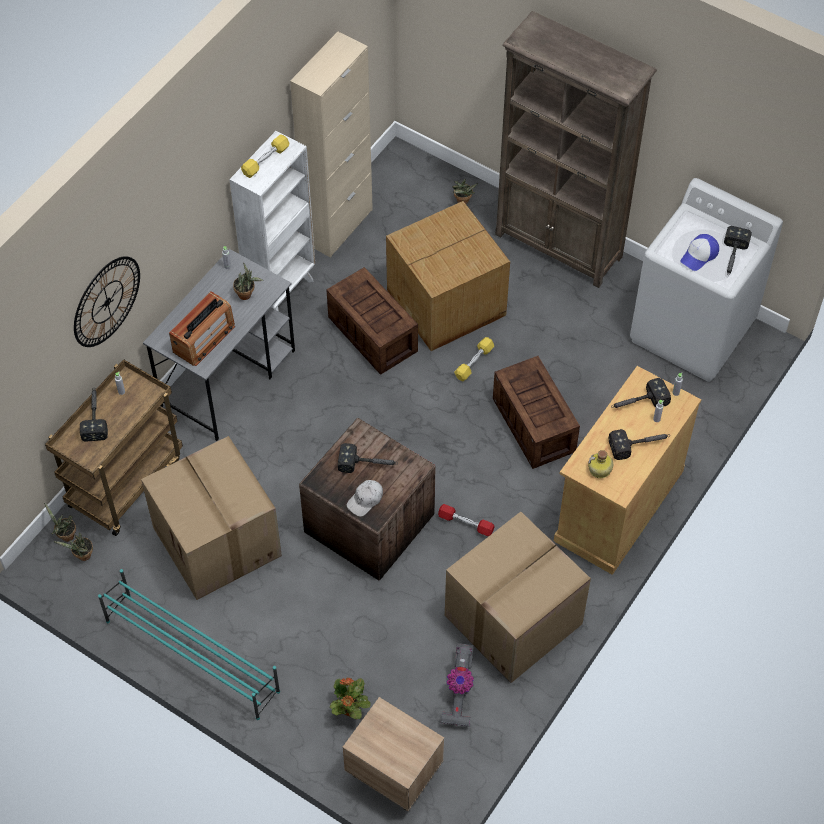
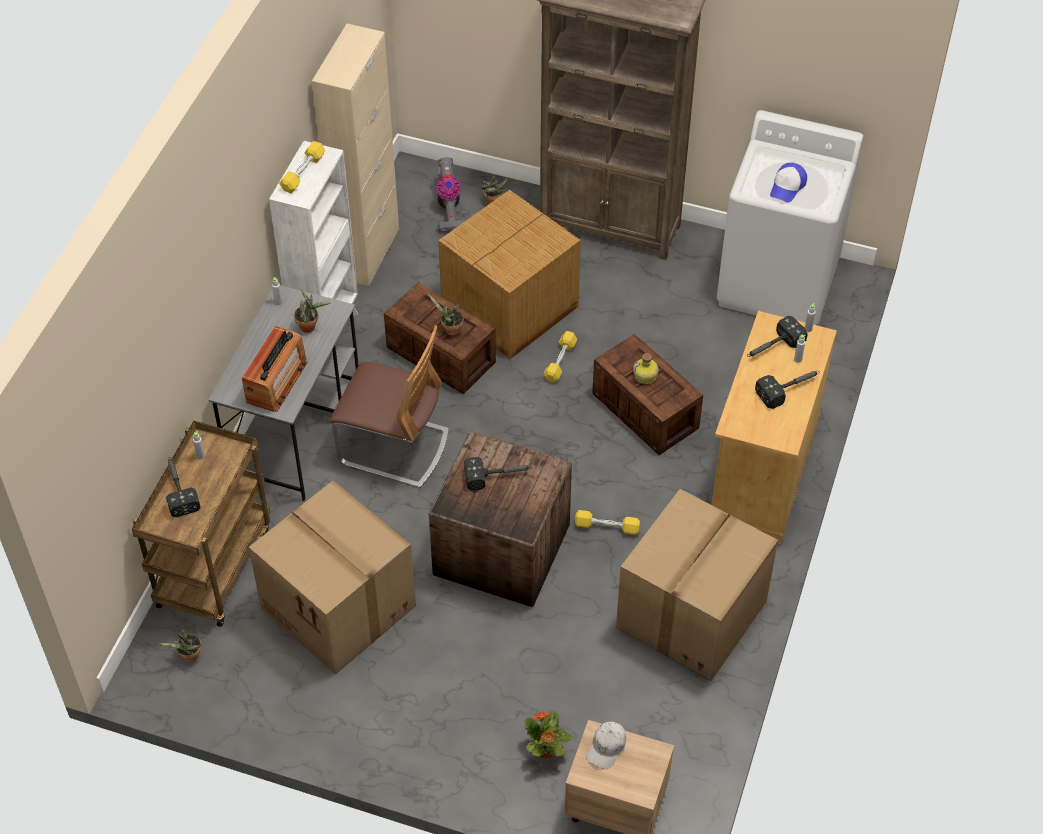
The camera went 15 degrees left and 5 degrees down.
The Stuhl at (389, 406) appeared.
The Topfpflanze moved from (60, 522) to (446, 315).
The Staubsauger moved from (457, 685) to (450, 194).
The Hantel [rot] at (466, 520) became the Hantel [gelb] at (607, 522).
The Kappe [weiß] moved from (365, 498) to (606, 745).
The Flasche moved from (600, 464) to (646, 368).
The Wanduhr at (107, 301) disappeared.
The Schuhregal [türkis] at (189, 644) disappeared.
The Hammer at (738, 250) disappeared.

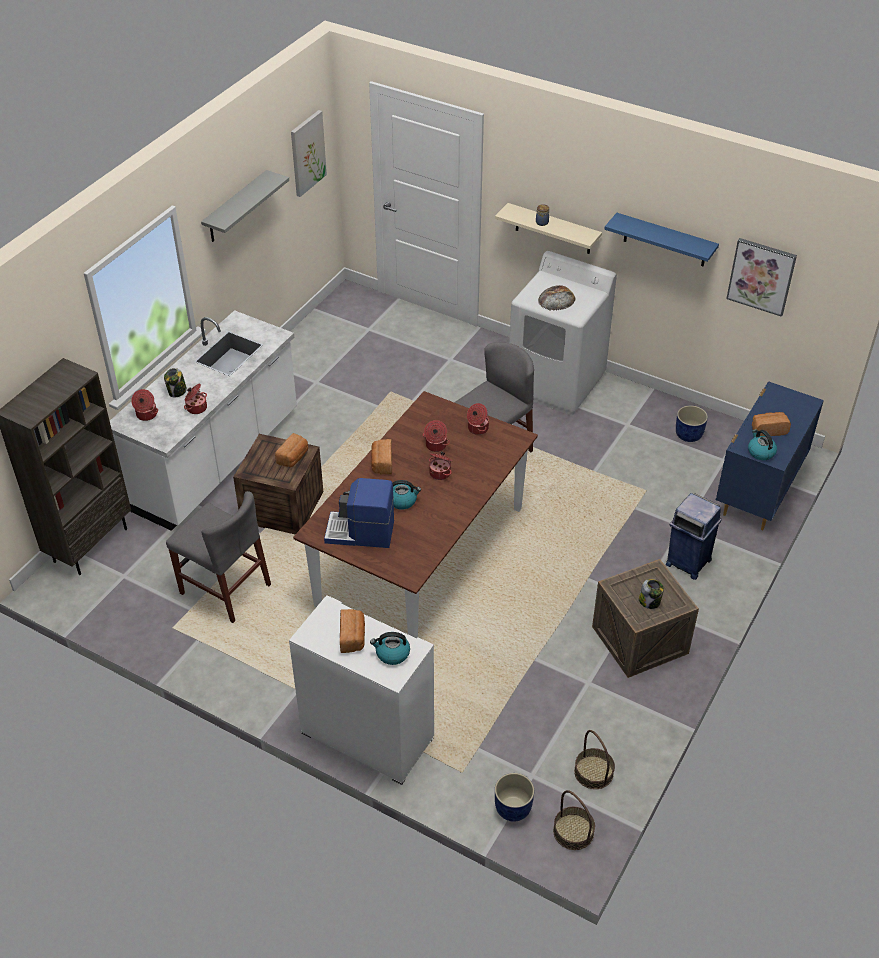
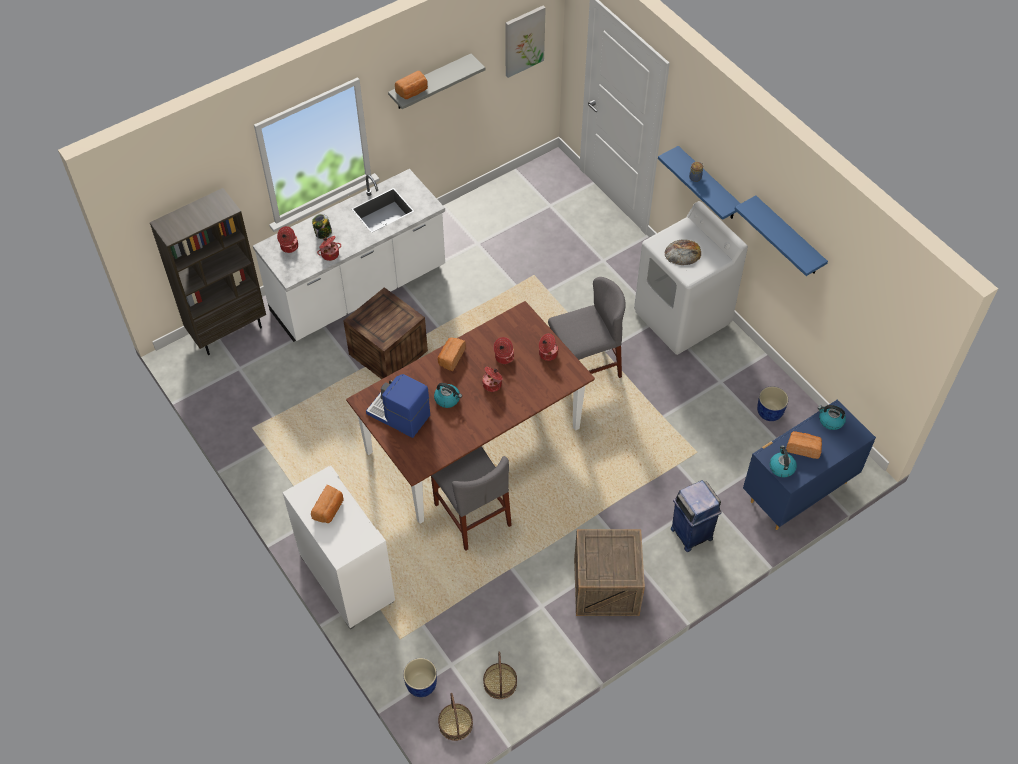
The camera went 25 degrees right and 10 degrees up.
The Brot moved from (291, 450) to (411, 85).
The Stuhl [grau] moved from (218, 557) to (471, 498).
The Wandregal [beige] at (548, 228) became the Wandregal [blau] at (699, 183).
The Wasserkessel moved from (390, 648) to (832, 417).
The Vorratsglas at (651, 594) disappeared.
The Bild at (761, 277) disappeared.

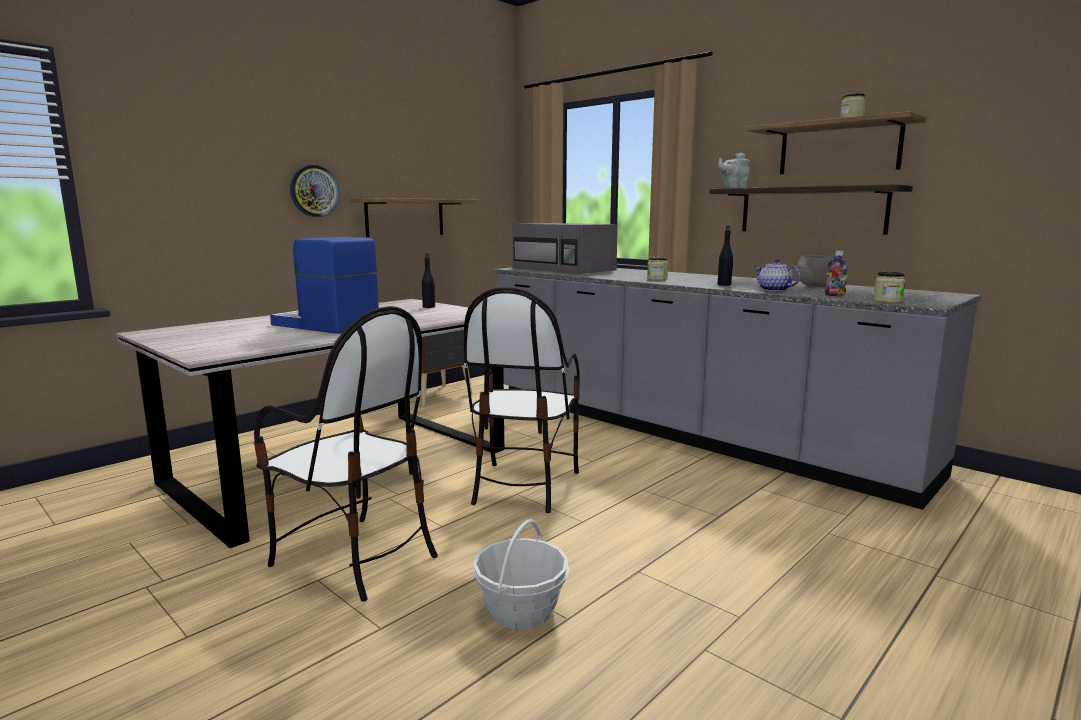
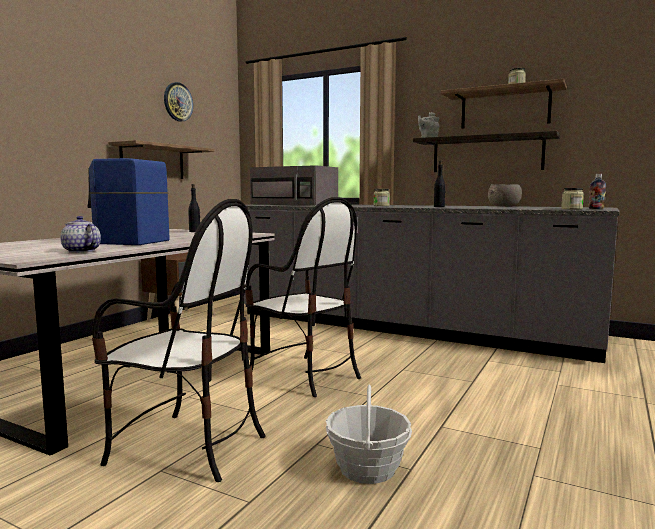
The camera went 15 degrees left and 5 degrees down.
The Teekanne moved from (777, 275) to (81, 234).
The Wanduhr moved from (314, 191) to (178, 102).
The Stuhl at (522, 400) turned 45 degrees counterclockwise.
The Flasche moved from (836, 273) to (597, 191).

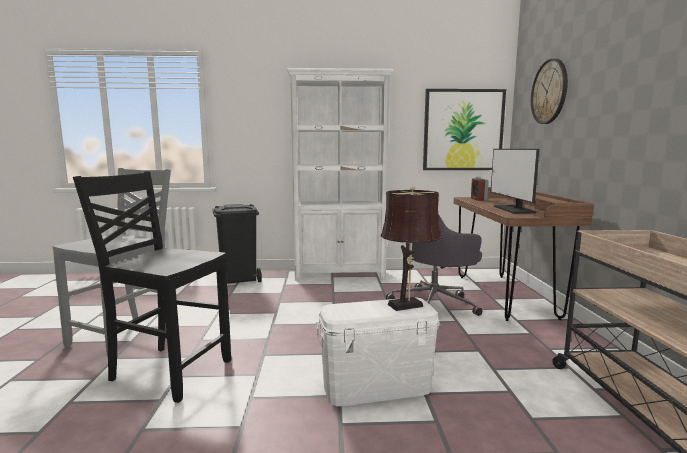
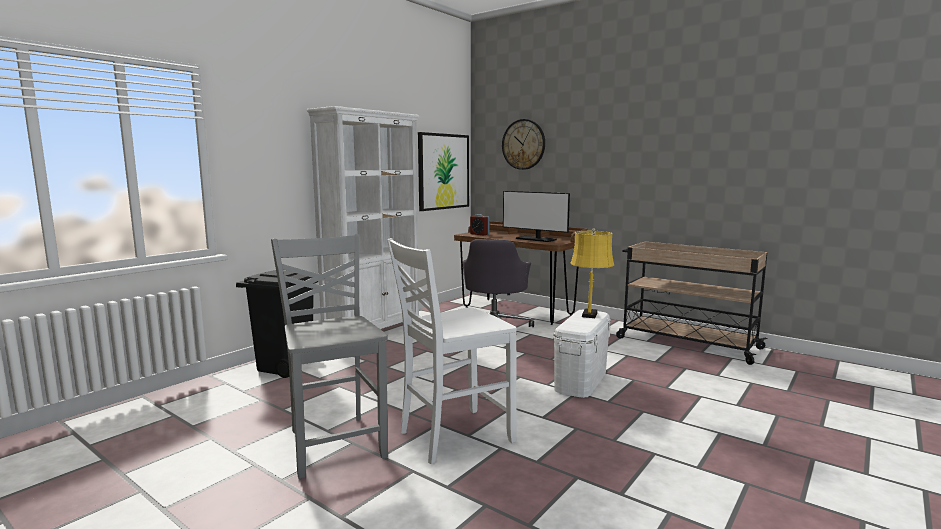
The camera went 50 degrees left and 0 degrees up.
The Stuhl [schwarz] at (152, 287) became the Stuhl [weiß] at (452, 351).
The Tischlampe [braun] at (411, 248) became the Tischlampe [gelb] at (592, 273).

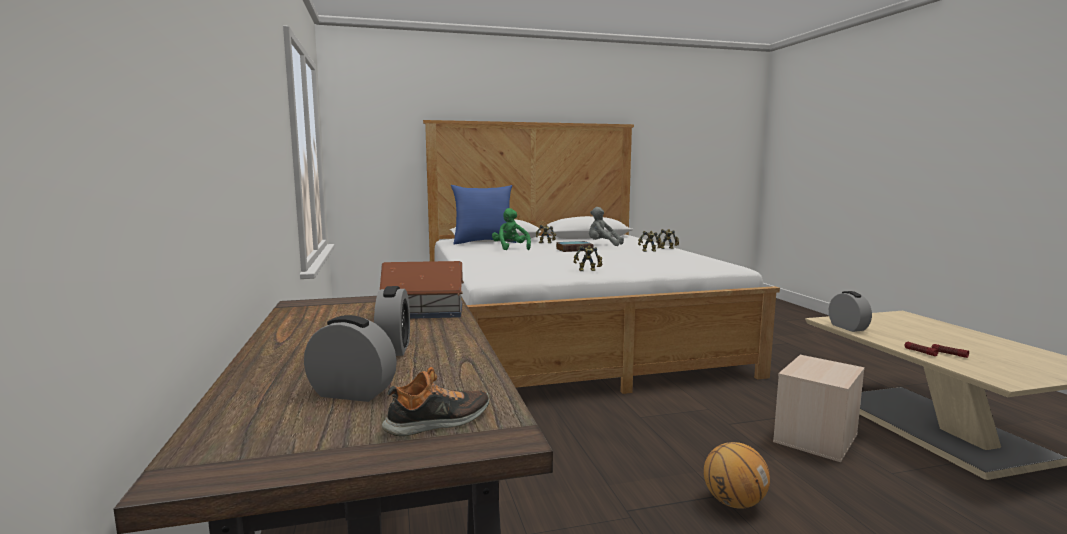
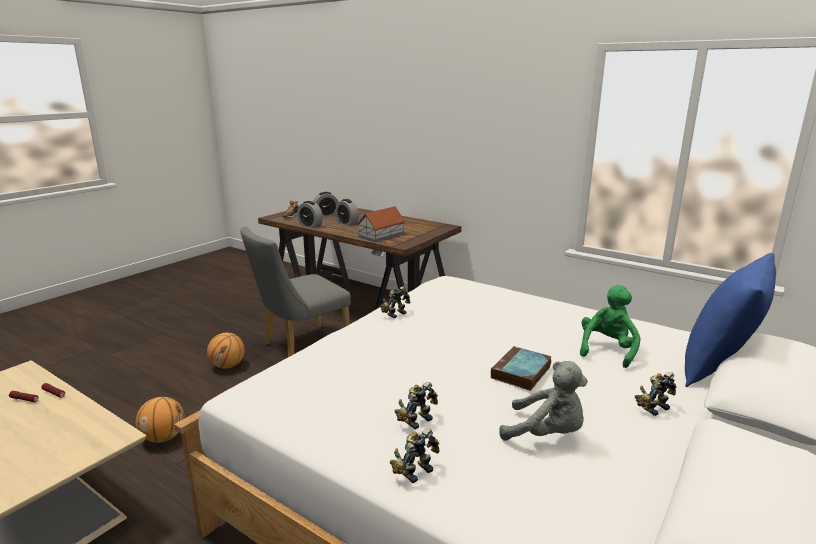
The camera went 140 degrees right and 10 degrees up.
The Aufbewahrungsbox [beige] at (819, 408) was replaced by the Basketball at (160, 420).
The Stuhl [grau] at (295, 291) appeared.
The Wecker moved from (850, 311) to (310, 214).
The Plüschtier [grau] at (606, 226) turned 45 degrees clockwise.
The Plüschtier [grün] at (511, 229) turned 90 degrees counterclockwise.

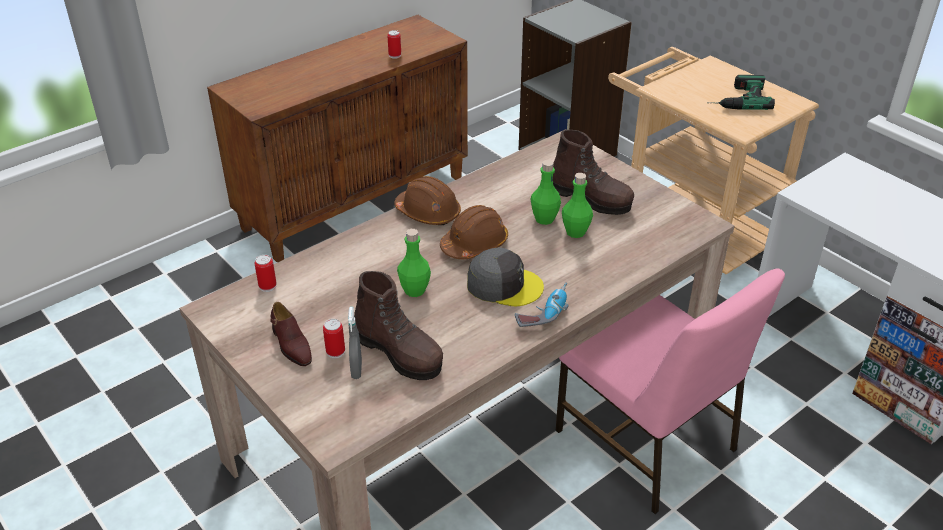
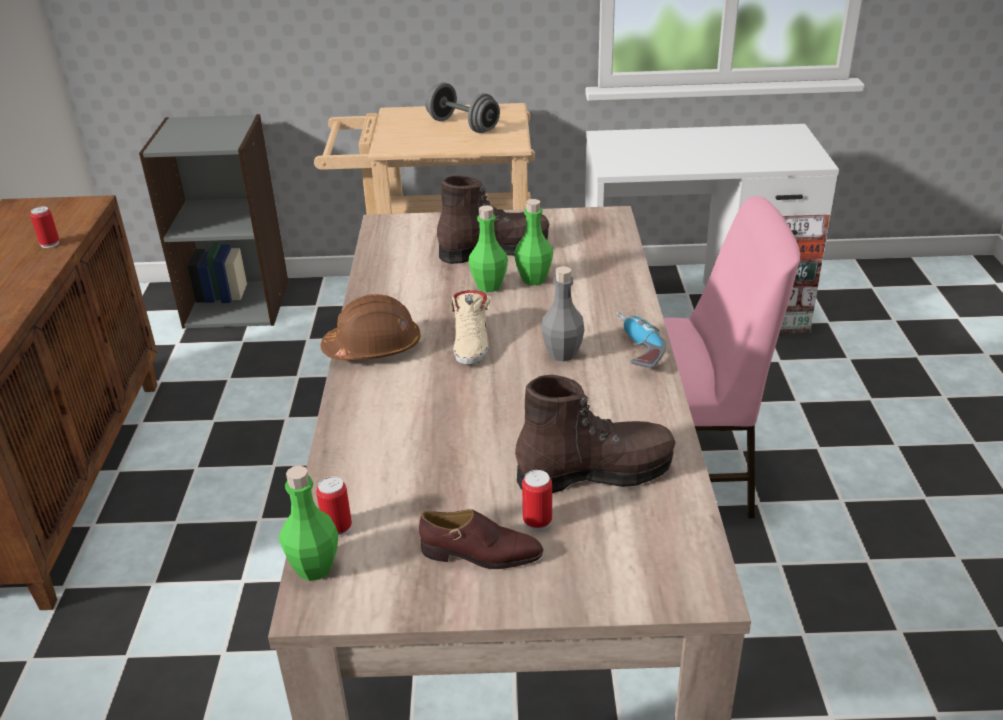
The camera went 50 degrees left and 5 degrees down.
The Flasche [grün] moved from (414, 263) to (308, 523).
The Bohrmaschine at (741, 92) was replaced by the Hantel [grau] at (462, 108).
The Schutzhelm [braun] at (474, 232) was replaced by the Schuh [beige] at (470, 327).
The Kappe [grau] at (505, 276) was replaced by the Flasche [grau] at (563, 314).
The Sprühflasche [grau] at (355, 343) disappeared.

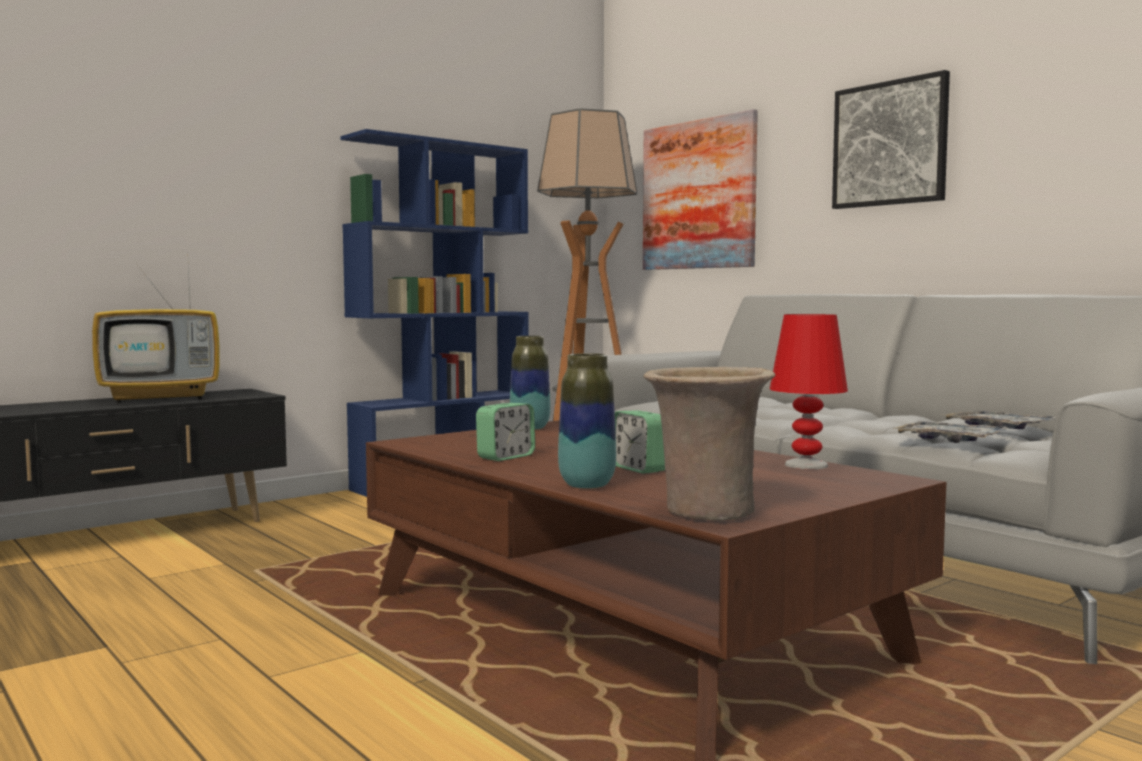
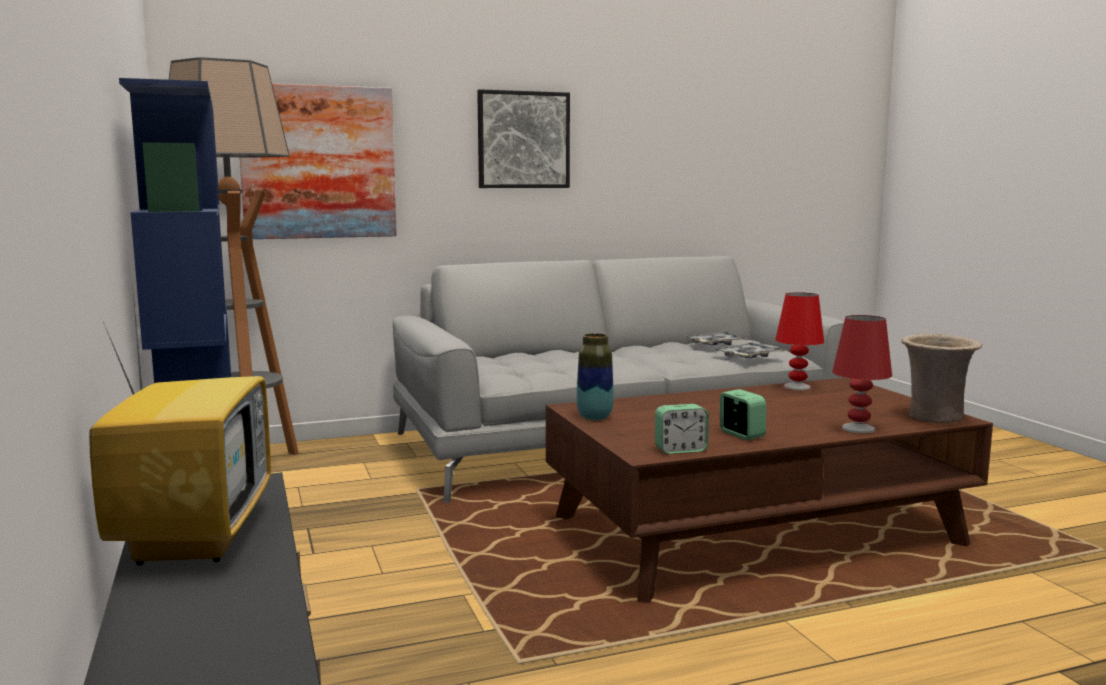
The camera went 70 degrees left and 5 degrees up.
The Wecker moved from (640, 442) to (682, 429).
The Vase at (587, 421) was replaced by the Tischlampe [rot] at (862, 374).

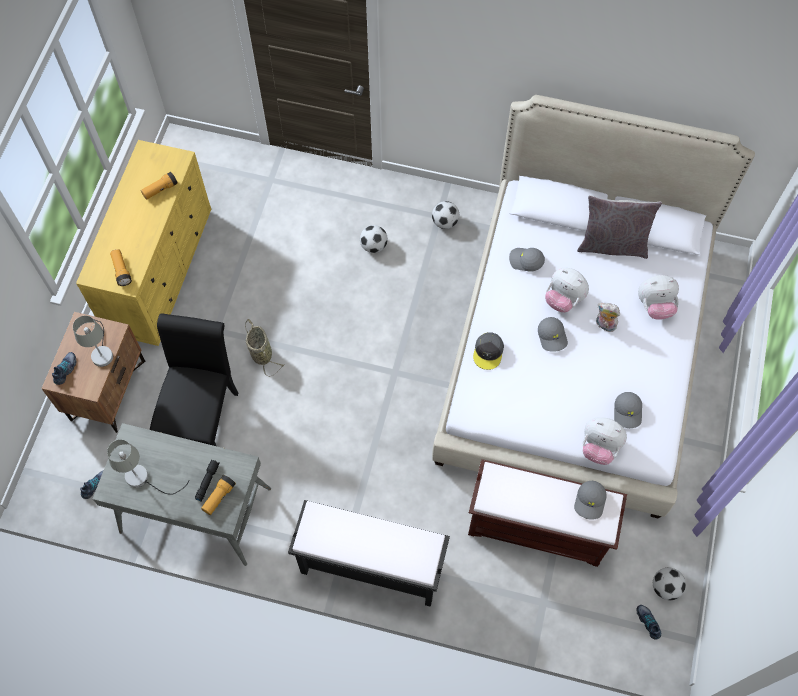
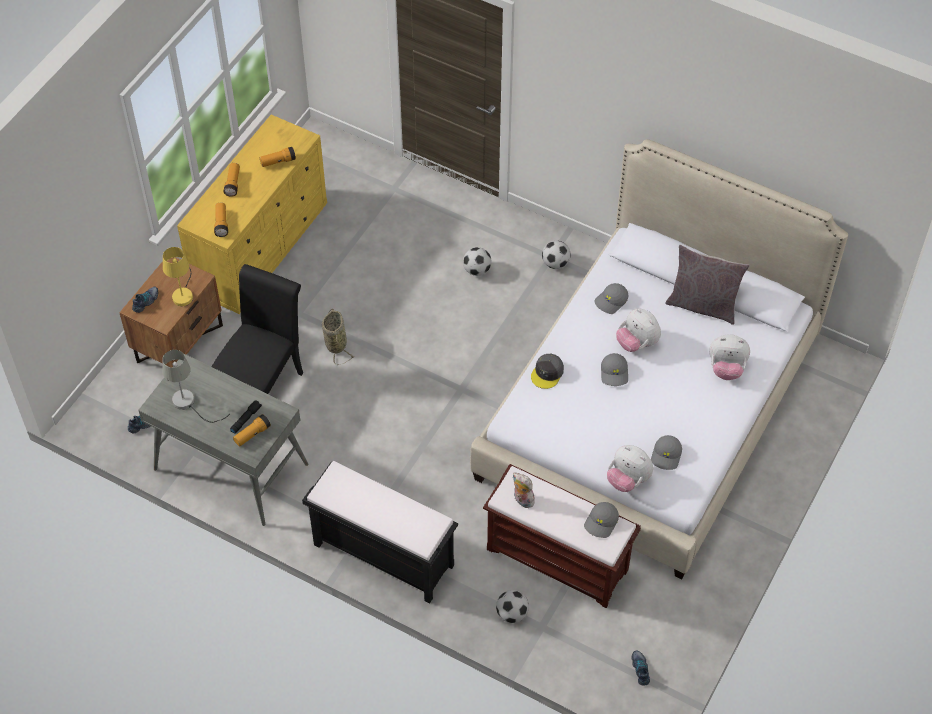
The camera went 15 degrees right and 10 degrees down.
The Tischlampe [grau] at (93, 341) became the Tischlampe [gelb] at (178, 276).
The Taschenlampe at (231, 180) appeared.
The Fußball moved from (669, 584) to (512, 606).
The Plüschtier moved from (608, 317) to (524, 490).
The Kappe [grau] at (527, 260) turned 75 degrees counterclockwise.

